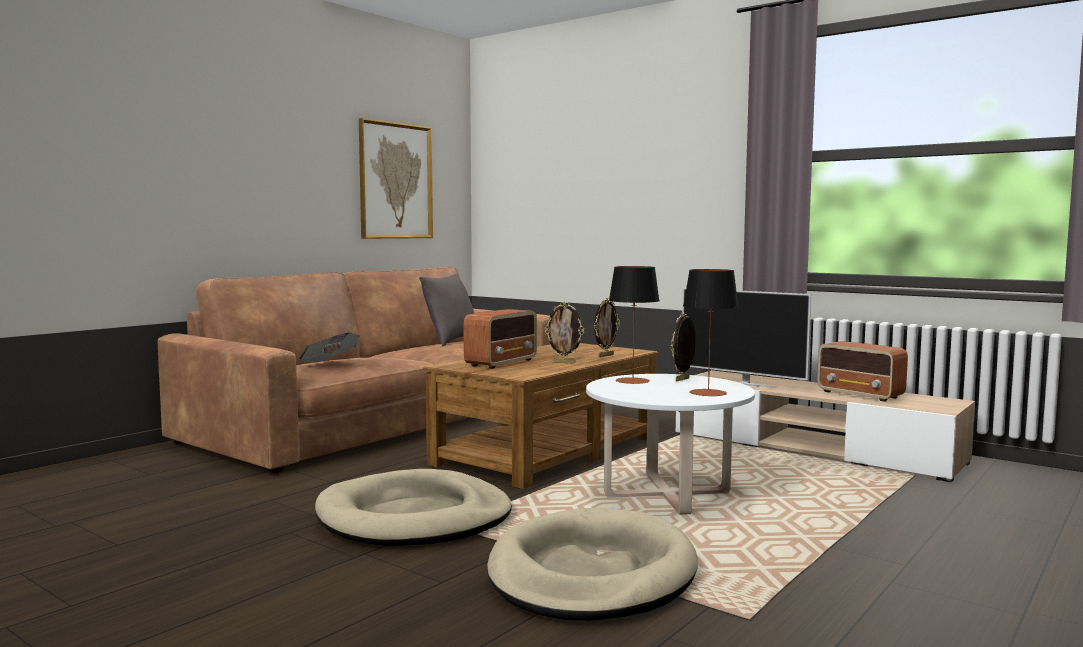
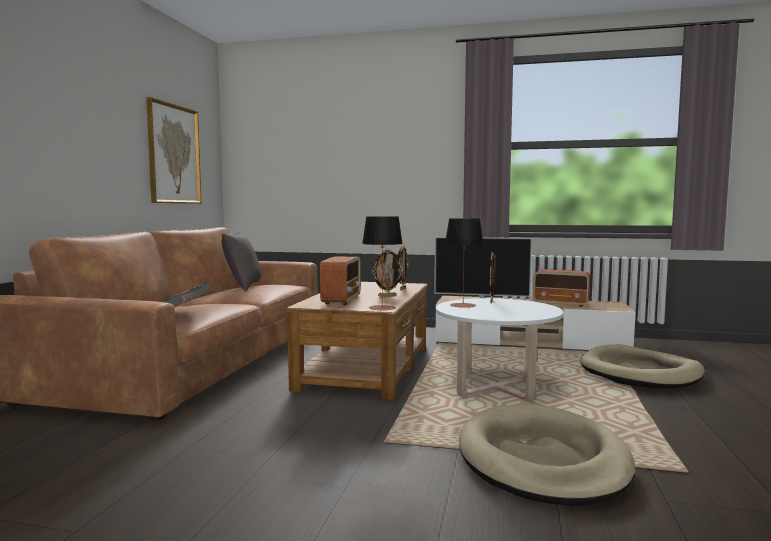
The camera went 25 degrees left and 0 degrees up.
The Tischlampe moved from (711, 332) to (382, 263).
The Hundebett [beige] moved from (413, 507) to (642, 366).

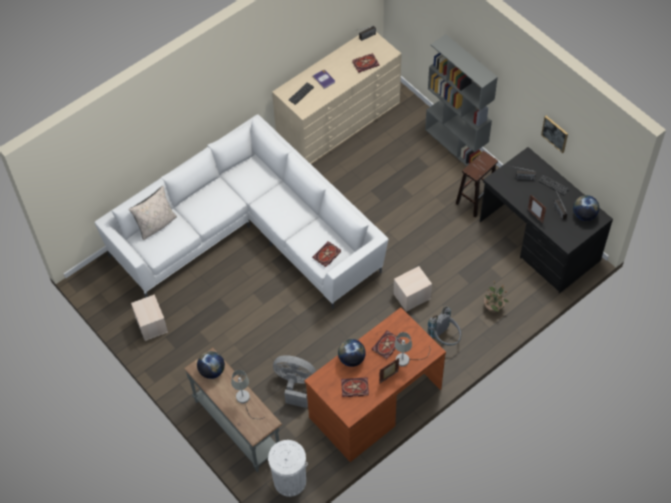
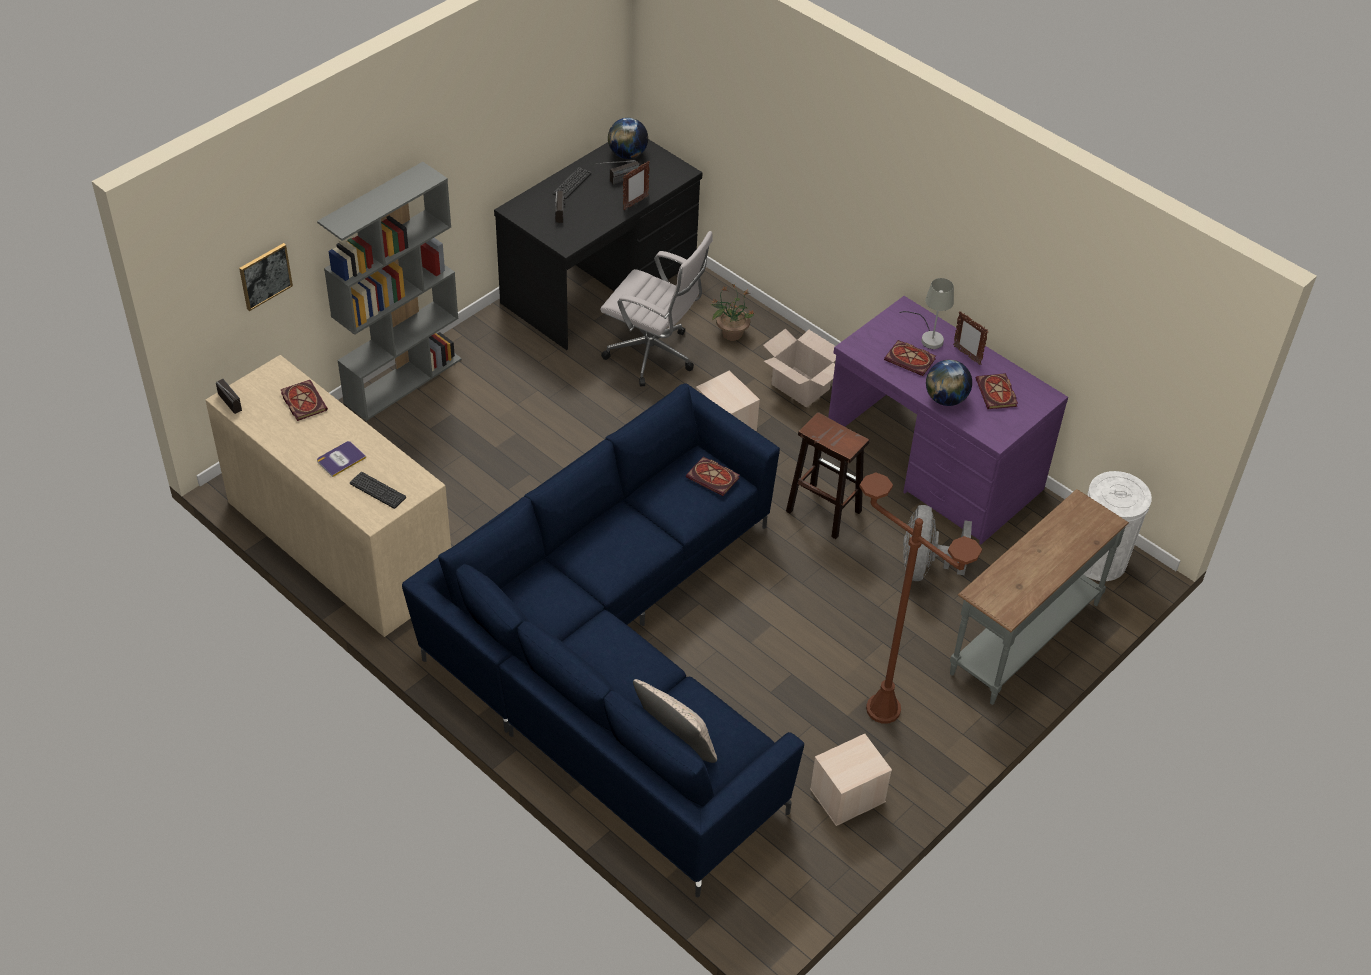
The camera went 100 degrees left and 10 degrees down.
The Bild moved from (554, 134) to (266, 277).
The Sofa [weiß] at (241, 211) became the Sofa [blau] at (603, 640).
The Bürostuhl [weiß] at (656, 308) appeared.
The Rucksack [grau] at (444, 326) was replaced by the Karton at (799, 368).
The Hocker [braun] moved from (477, 184) to (827, 475).
The Schreibtisch [braun] at (375, 384) became the Schreibtisch [lila] at (948, 420).
The Stehlampe [braun] at (921, 598) appeared.
The Globus at (211, 365) disappeared.
The Tischlampe [grau] at (248, 394) disappeared.

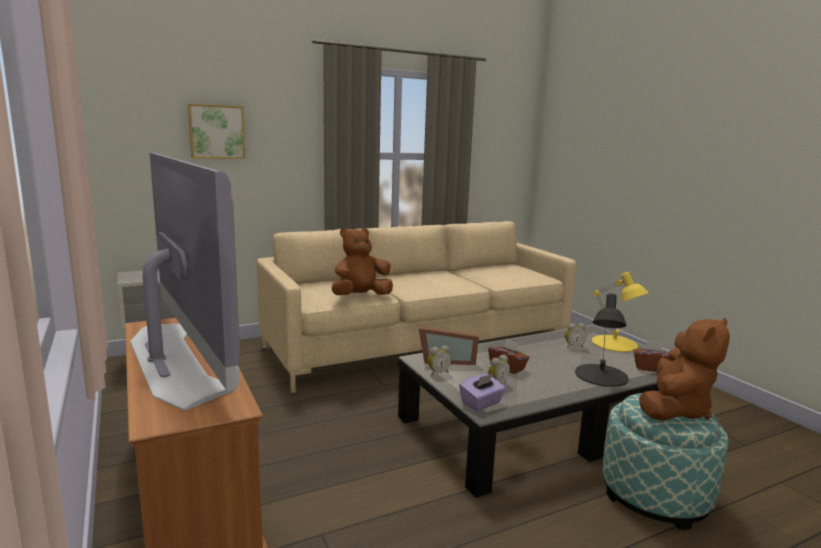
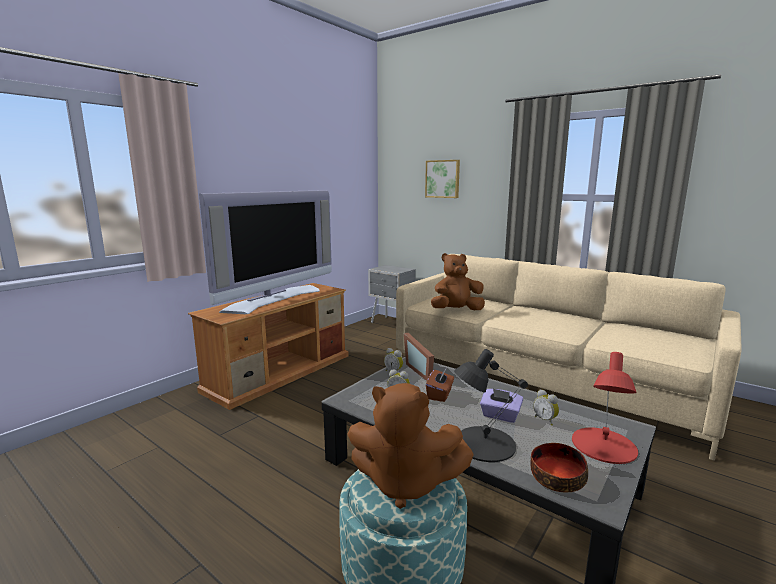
The camera went 65 degrees right and 0 degrees up.
The Plüschtier [braun] at (362, 261) turned 45 degrees counterclockwise.
The Taschentuchbox [lila] moved from (482, 392) to (501, 405).
The Taschentuchbox [braun] at (653, 356) was replaced by the Schüssel at (559, 467).
The Tischlampe [gelb] at (620, 312) became the Tischlampe [rot] at (605, 408).

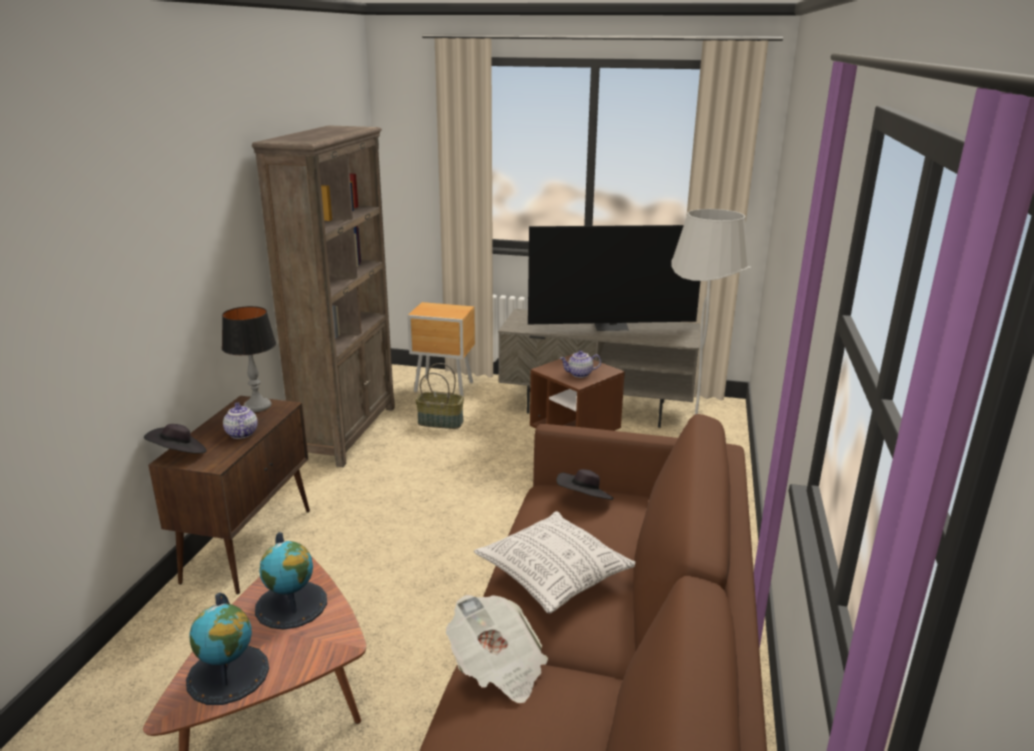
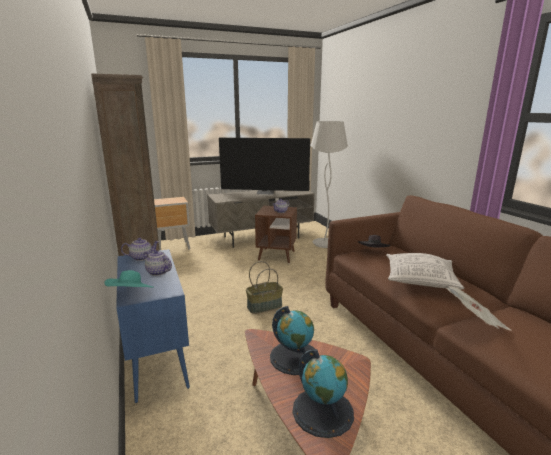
The camera went 35 degrees left and 5 degrees down.
The Hut [schwarz] at (175, 439) became the Hut [türkis] at (129, 279).
The Schrank [braun] at (229, 495) became the Schrank [blau] at (153, 326).
The Tischlampe at (249, 359) was replaced by the Teekanne at (140, 249).
The Fernseher at (614, 278) turned 45 degrees clockwise.
The Korb moved from (439, 396) to (264, 287).

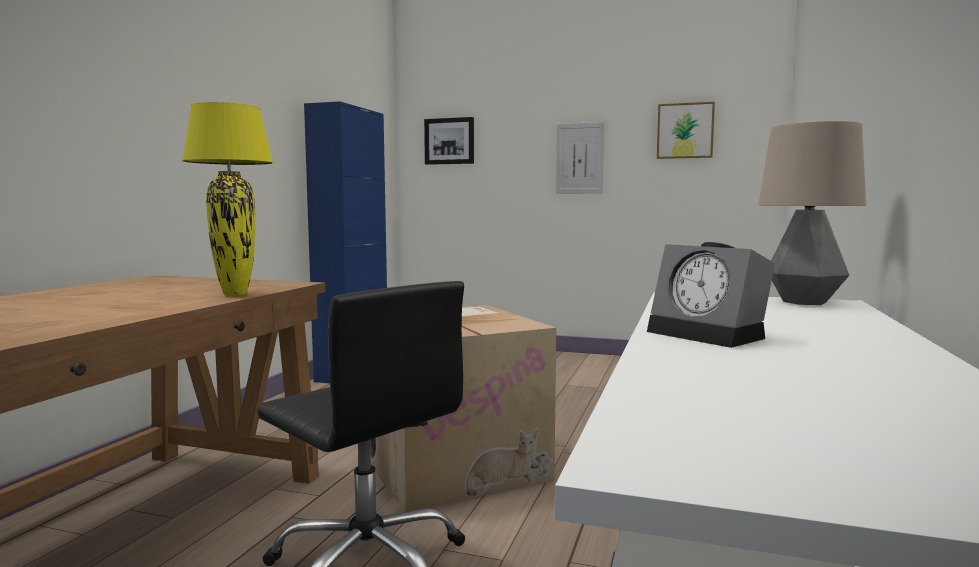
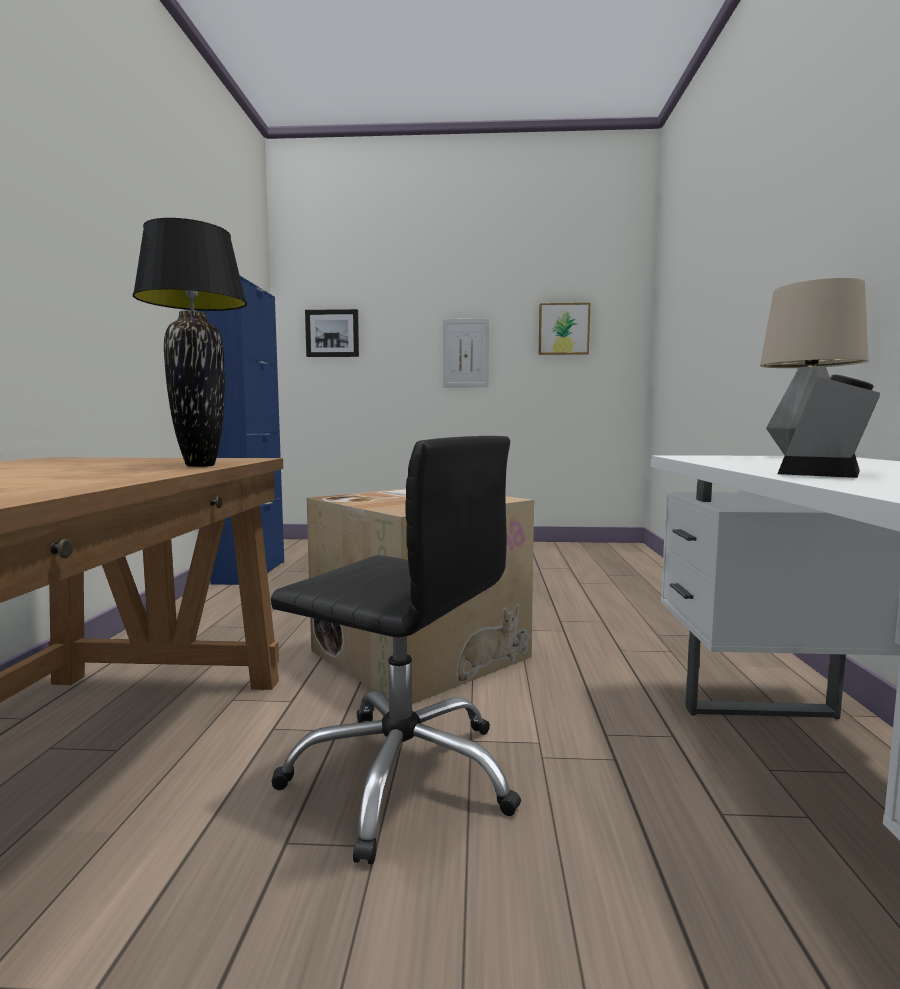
The camera went 15 degrees left and 0 degrees up.
The Tischlampe [gelb] at (227, 199) became the Tischlampe [schwarz] at (190, 342).
The Wecker at (711, 295) turned 90 degrees clockwise.

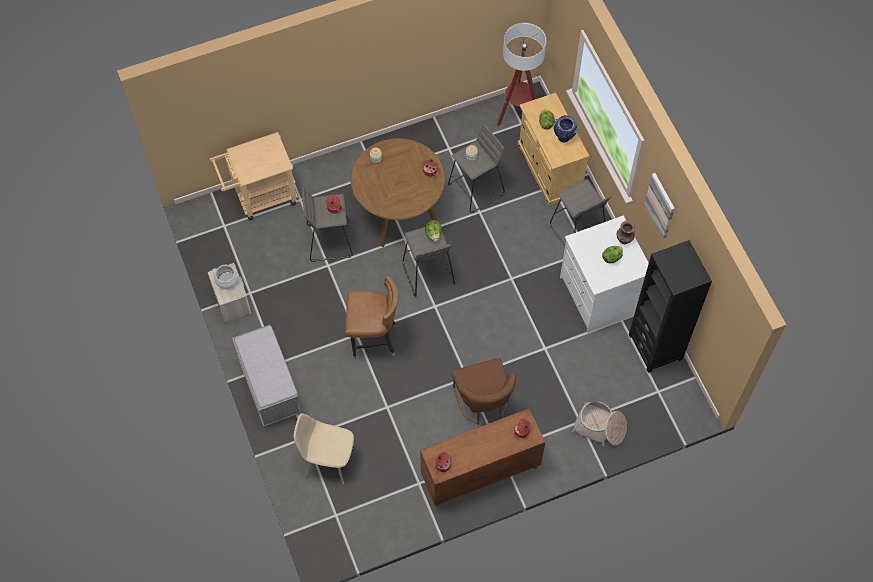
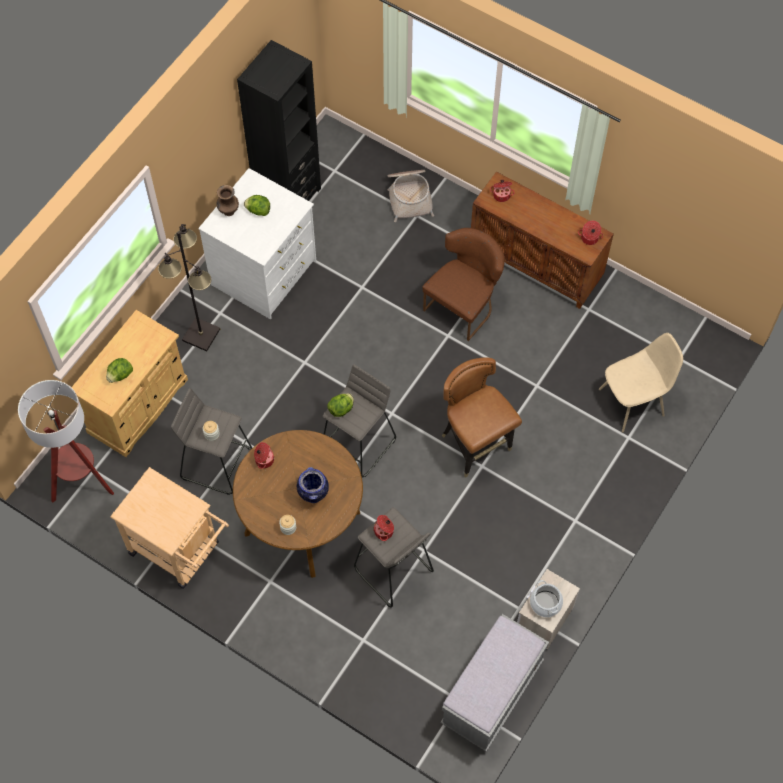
The camera went 125 degrees left and 0 degrees up.
The Rollwagen [beige] moved from (253, 176) to (169, 528).
The Hocker [grau] at (580, 213) was replaced by the Stehlampe [schwarz] at (189, 287).
The Vase moved from (566, 129) to (313, 485).
The Bank [grau] moved from (266, 376) to (494, 683).
The Stuhl [beige] at (324, 449) turned 90 degrees counterclockwise.
The Bild at (659, 206) disappeared.

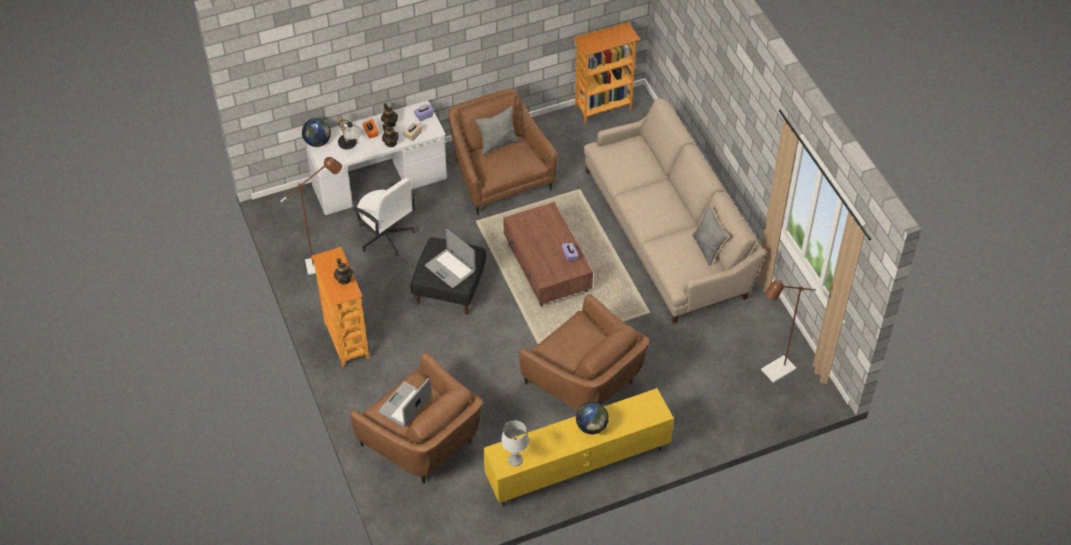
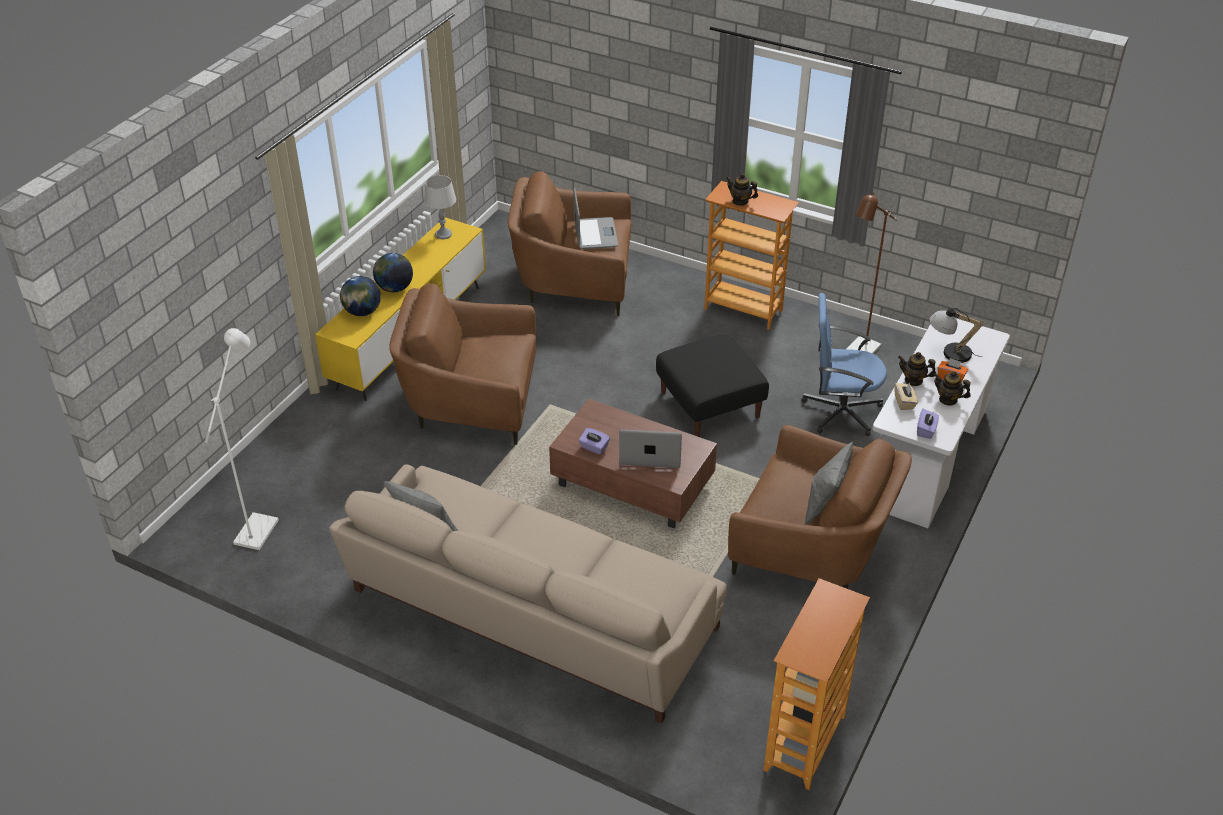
The camera went 140 degrees right and 10 degrees down.
The Stehlampe [braun] at (788, 331) became the Stehlampe [weiß] at (241, 439).
The Globus moved from (316, 132) to (360, 296).
The Laptop moved from (450, 258) to (650, 448).
The Bürostuhl [weiß] at (384, 217) became the Bürostuhl [blau] at (844, 364).

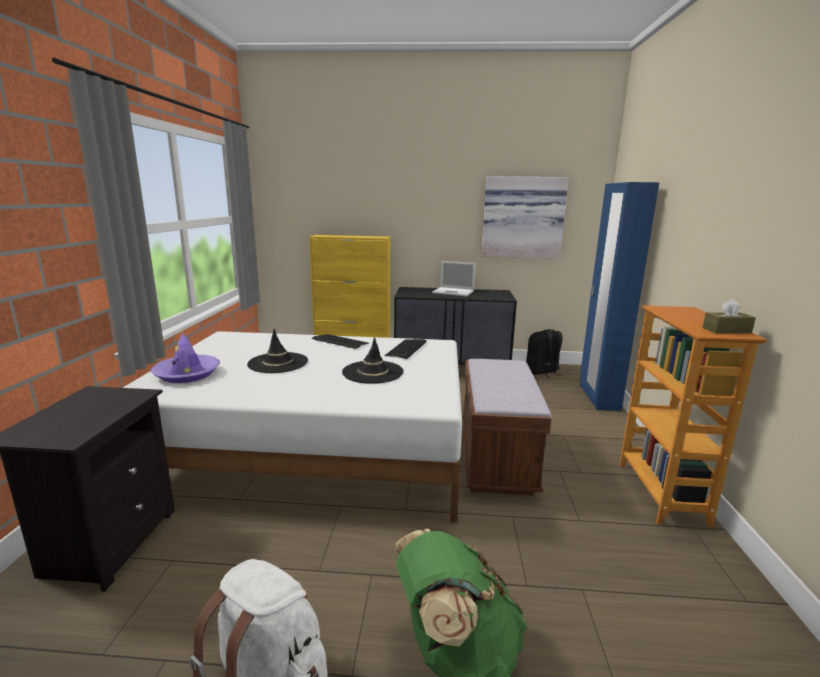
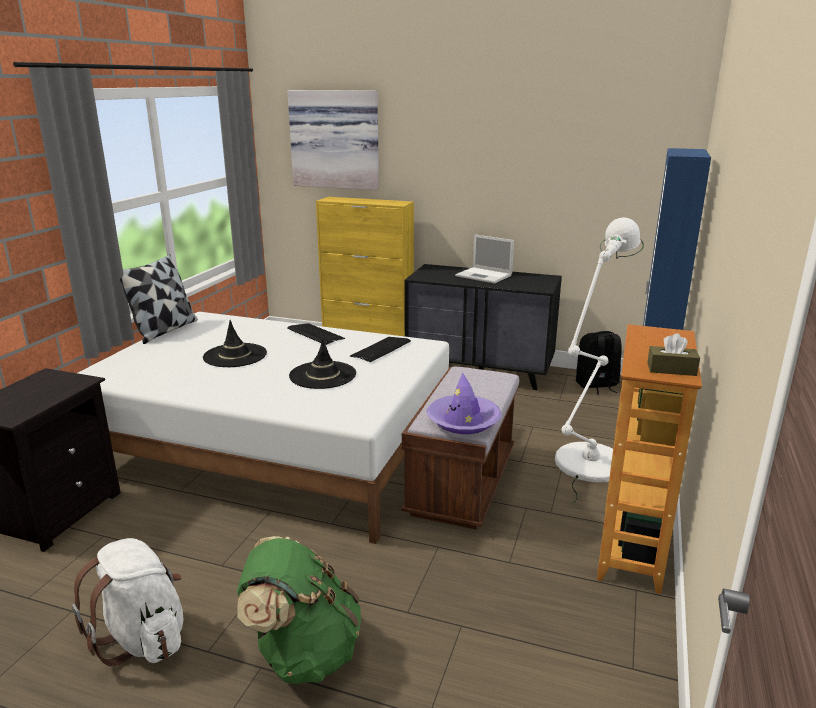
The camera went 15 degrees right and 5 degrees up.
The Kissen at (159, 299) appeared.
The Bild moved from (525, 217) to (333, 140).
The Hut [lila] moved from (185, 358) to (464, 403).
The Stehlampe [weiß] at (599, 360) appeared.

